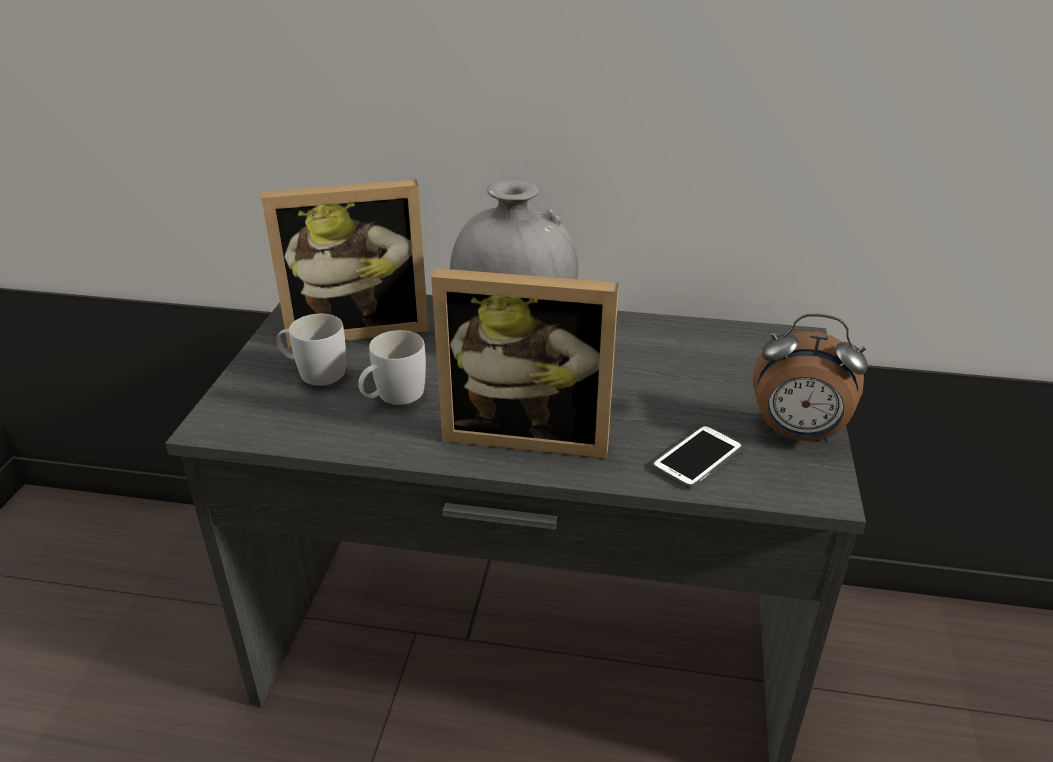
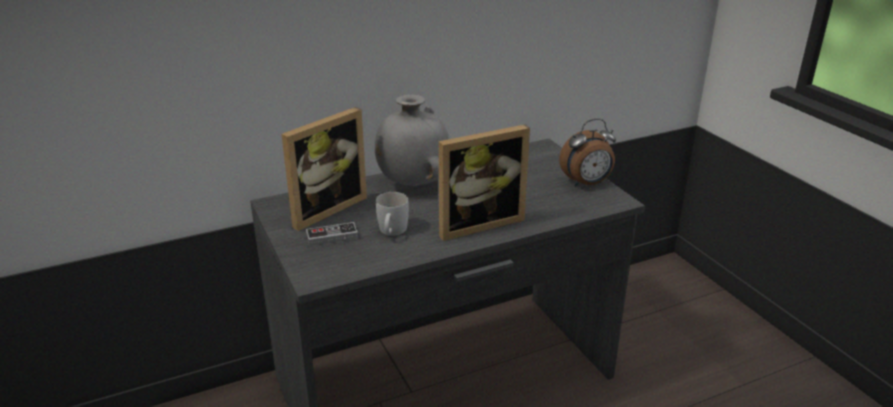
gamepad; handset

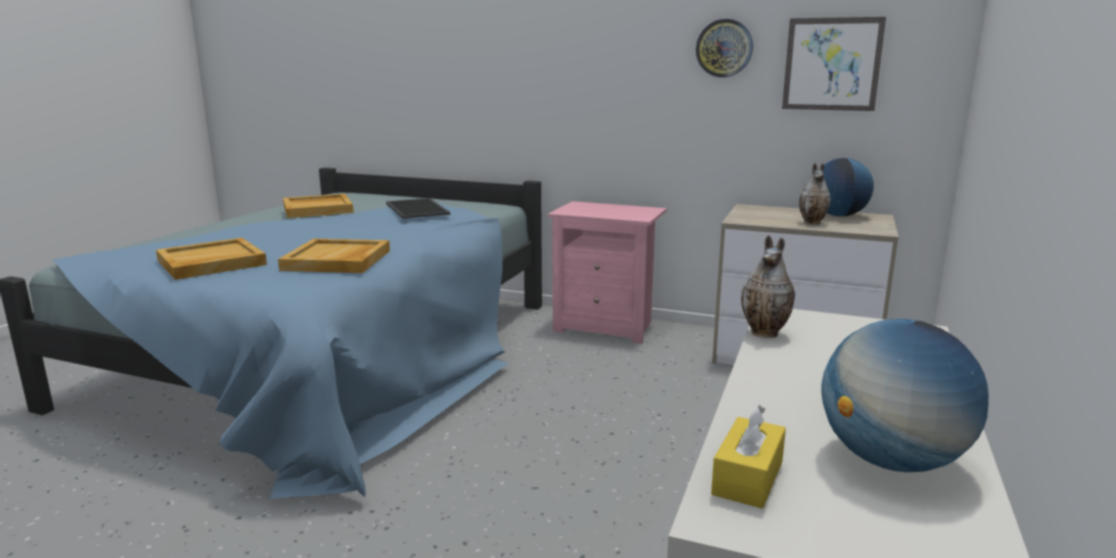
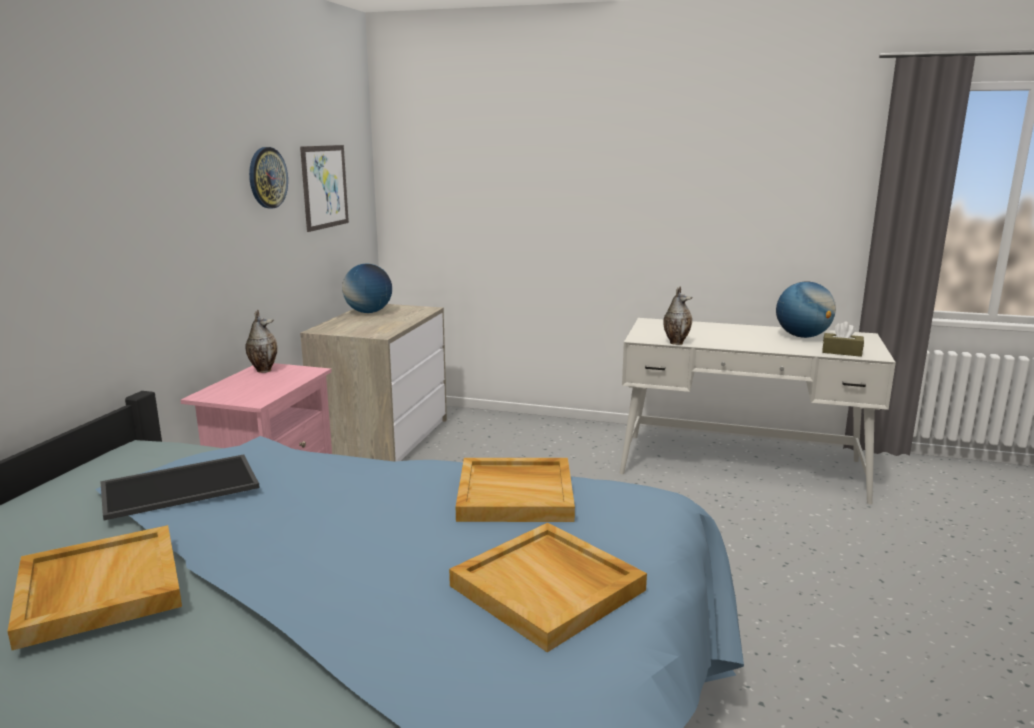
decorative vase (no. 1 from left); brown box of tissues

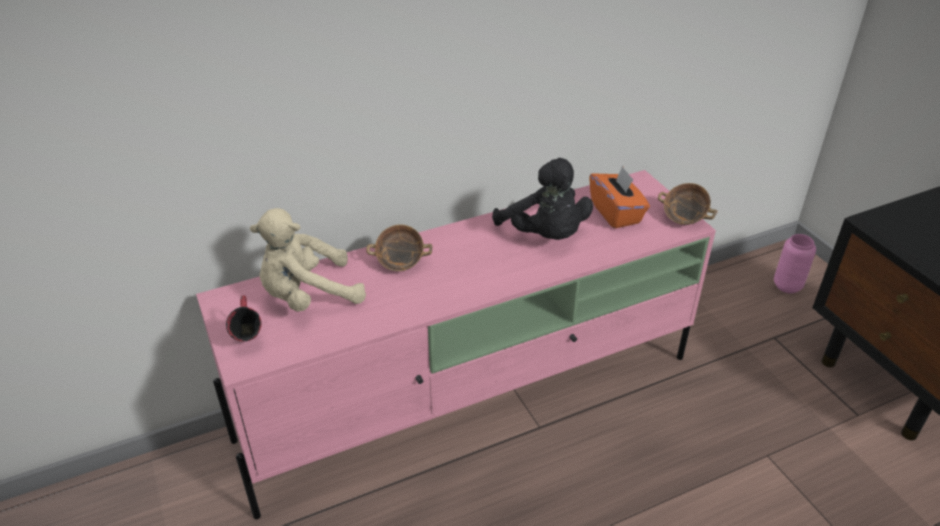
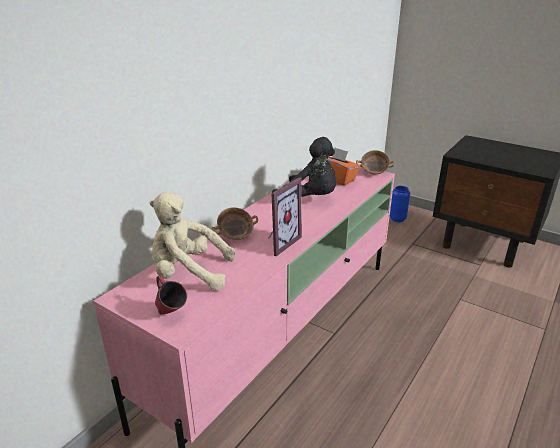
sand-coloured plush toy; blue decorative vase; standing frame

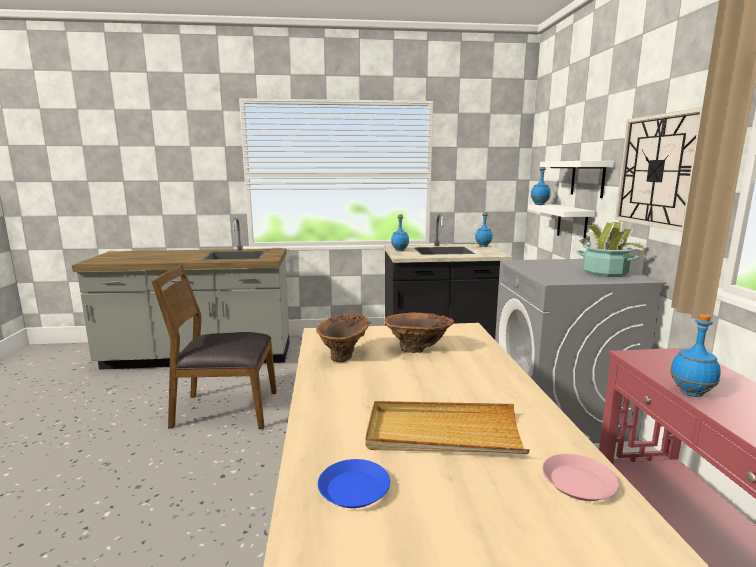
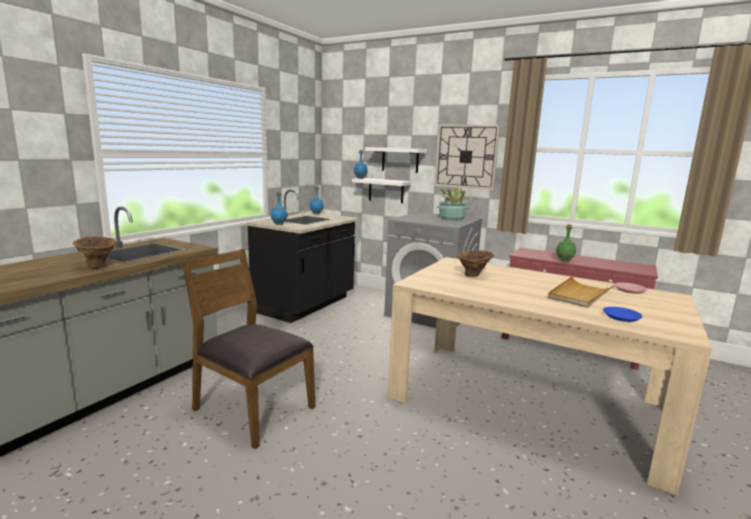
brown plain chair; brown decorative vase (no. 1 from left); greenish bottle

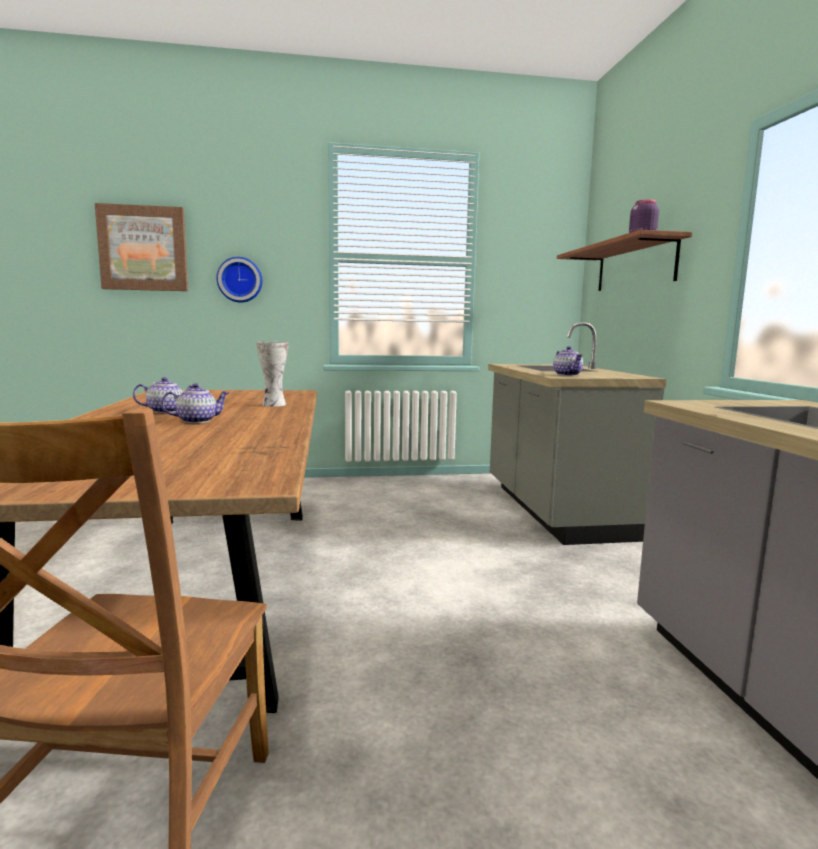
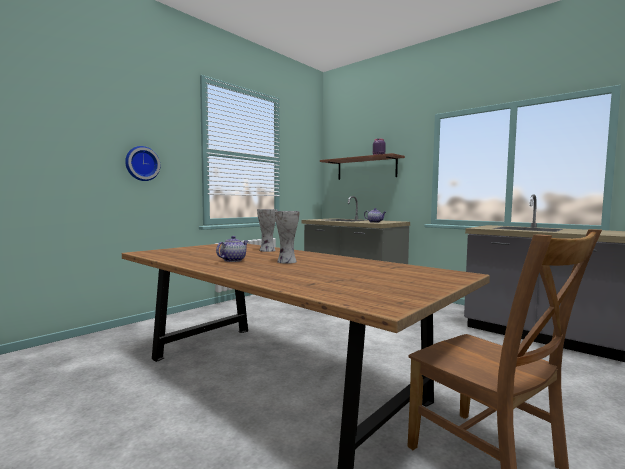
wall art; decorative vase (no. 2 from left)

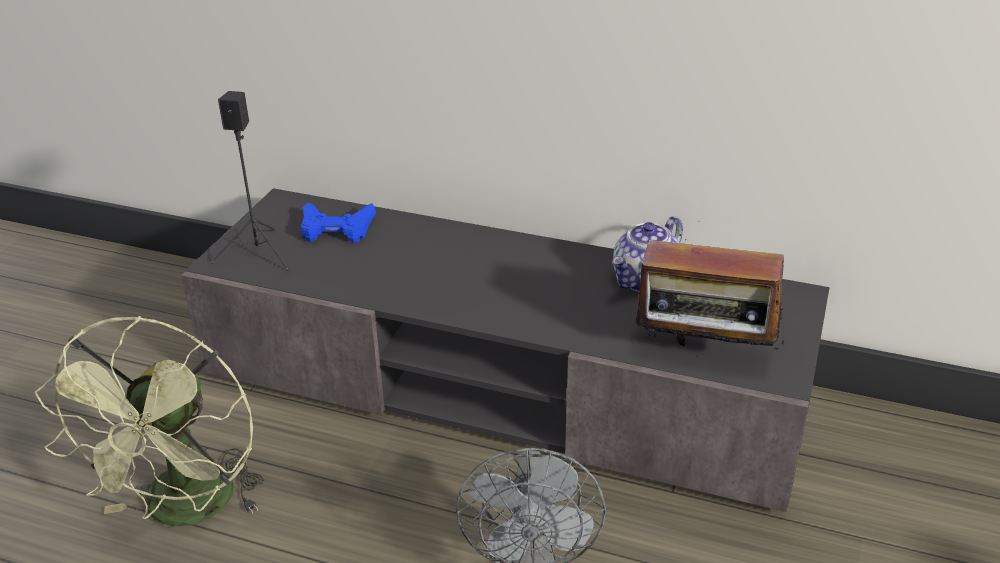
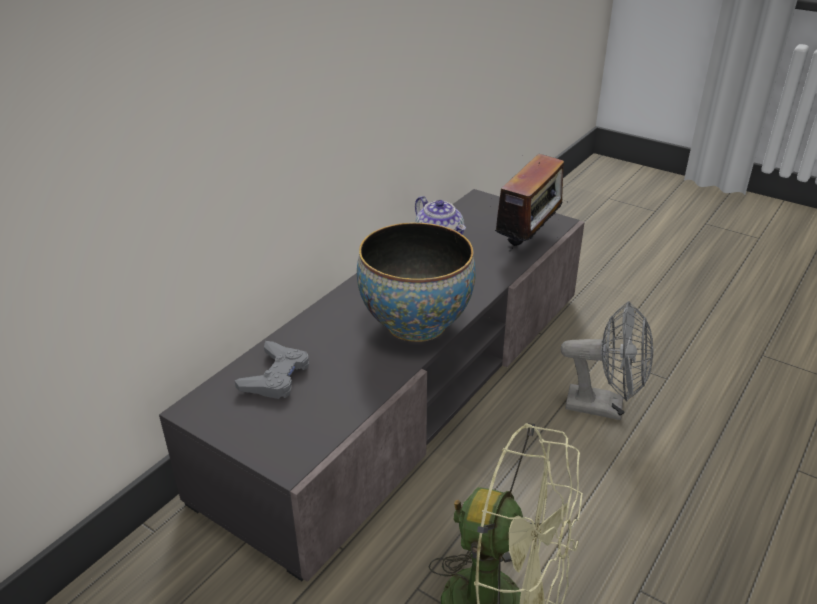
blackish loudspeaker; grey gamepad; serving bowl

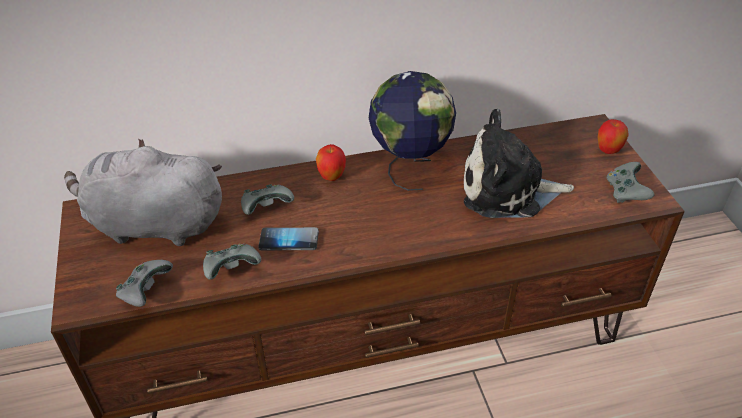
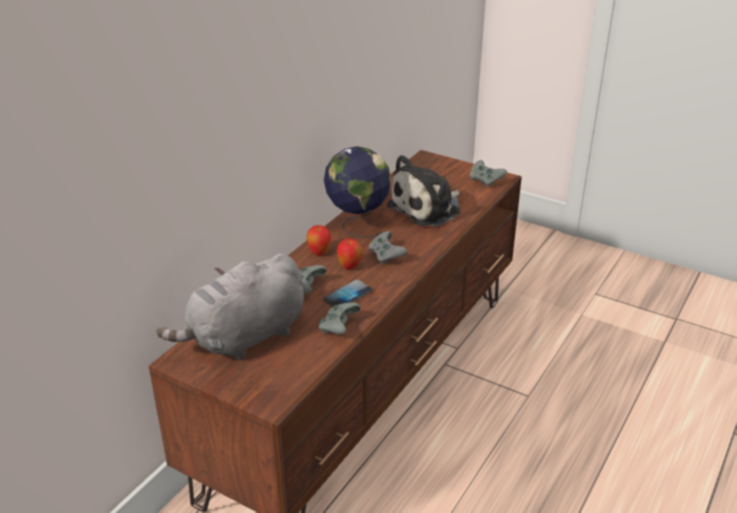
apple fruit (no. 2 from left); grey gamepad (no. 3 from left)

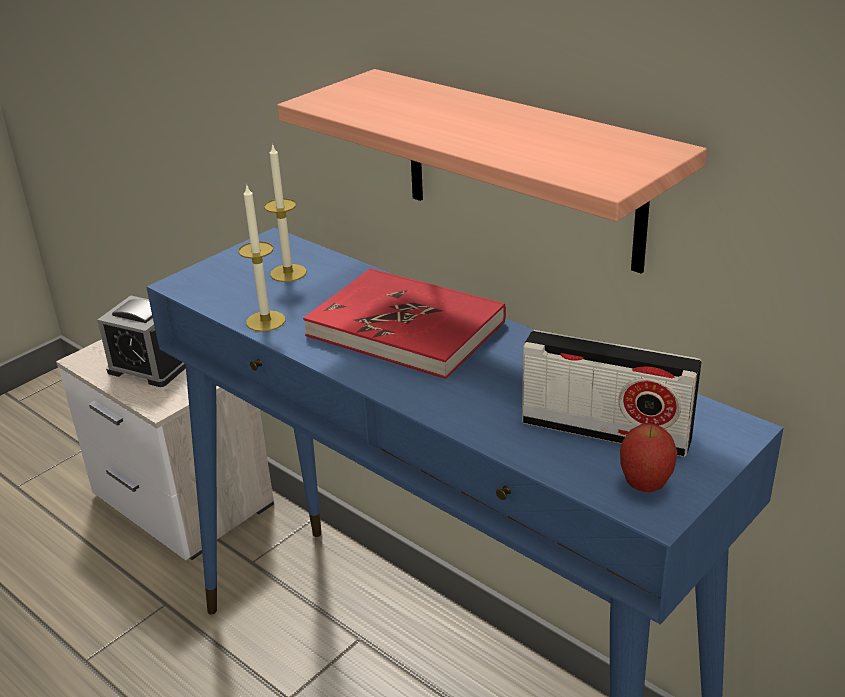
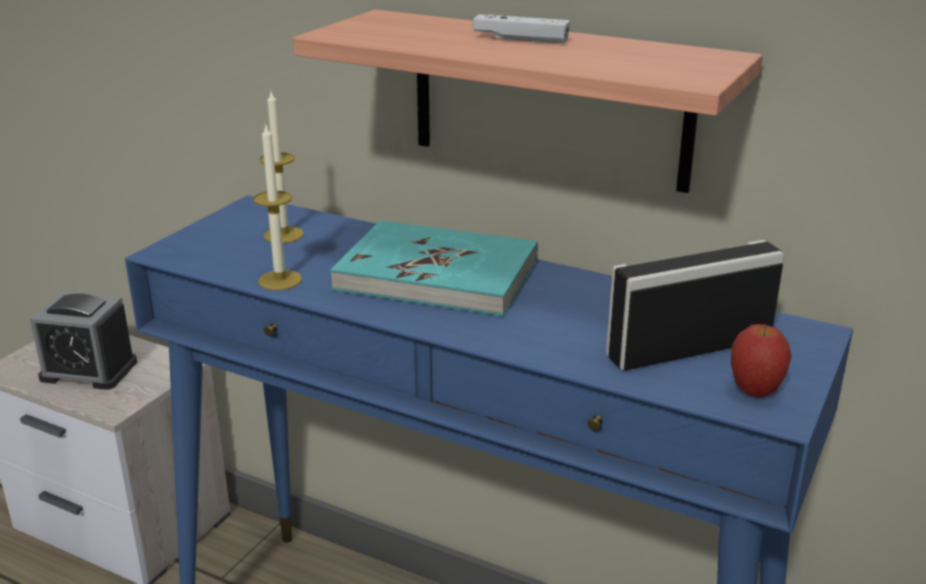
blue-green book; radio set; white gamepad

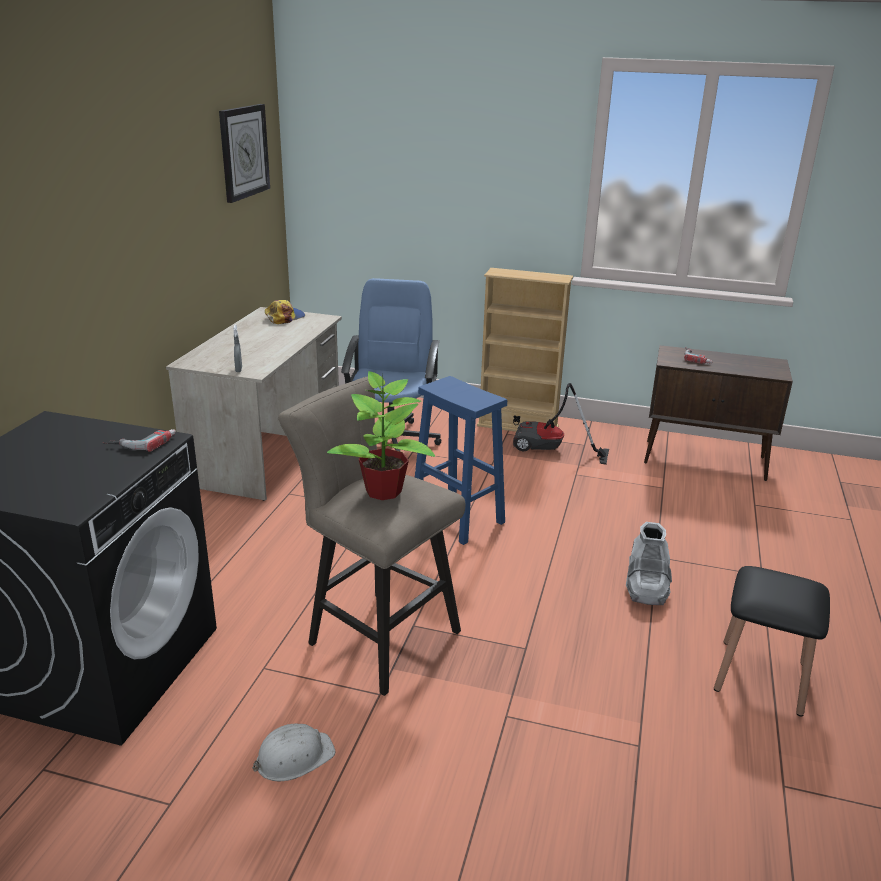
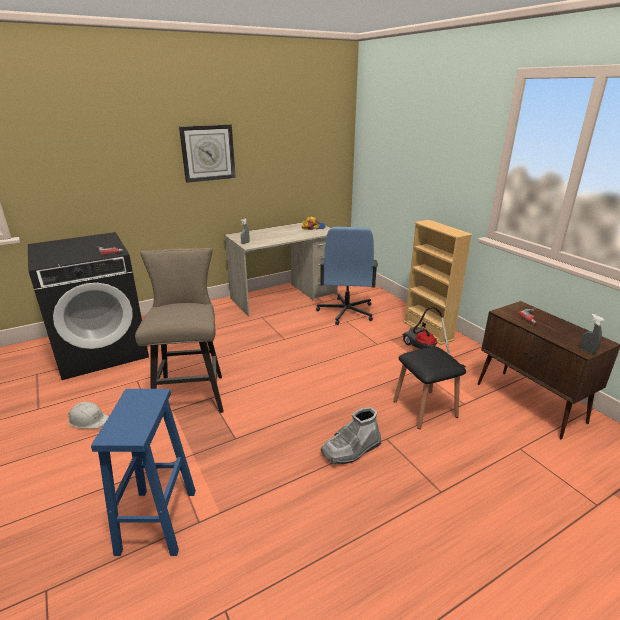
clock on the wall; blue computer chair; potted plant; blue stool seat; blackish stool seat; grey sprayer (no. 2 from left)

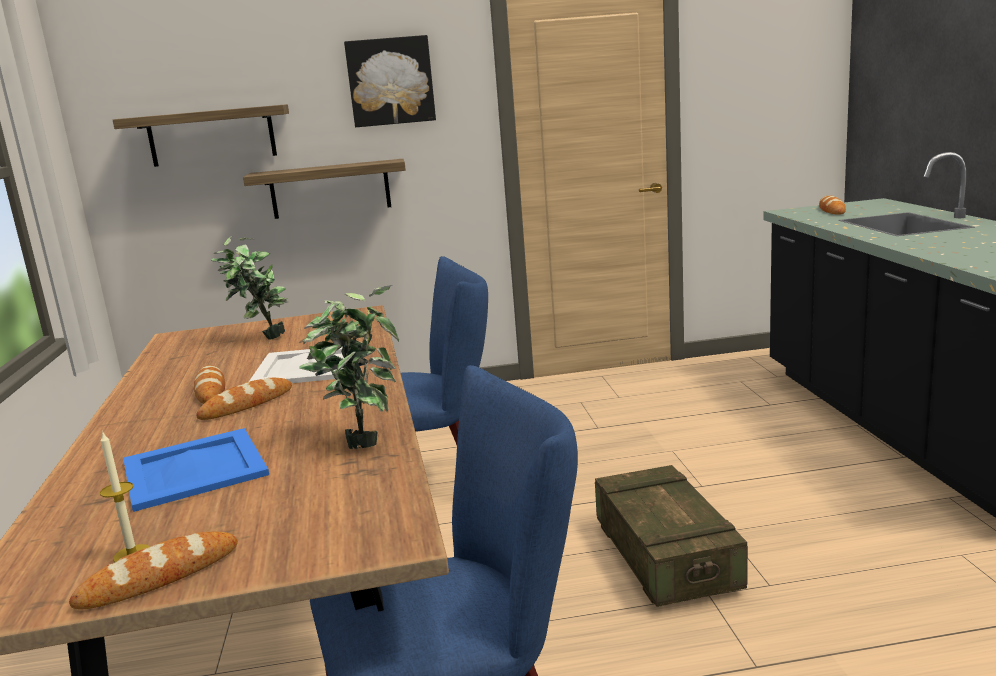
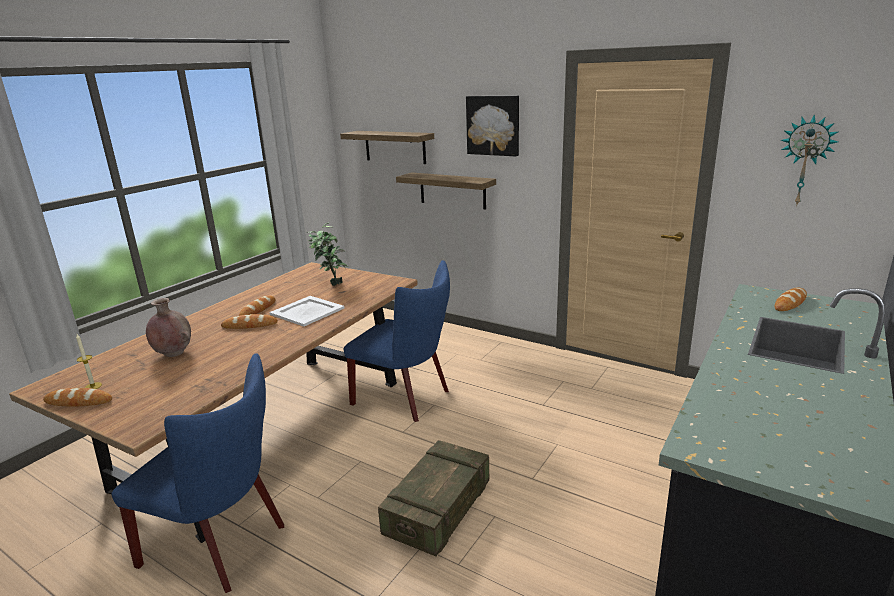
potted plant (no. 2 from left in the first image); brown decorative vase; clock on the wall

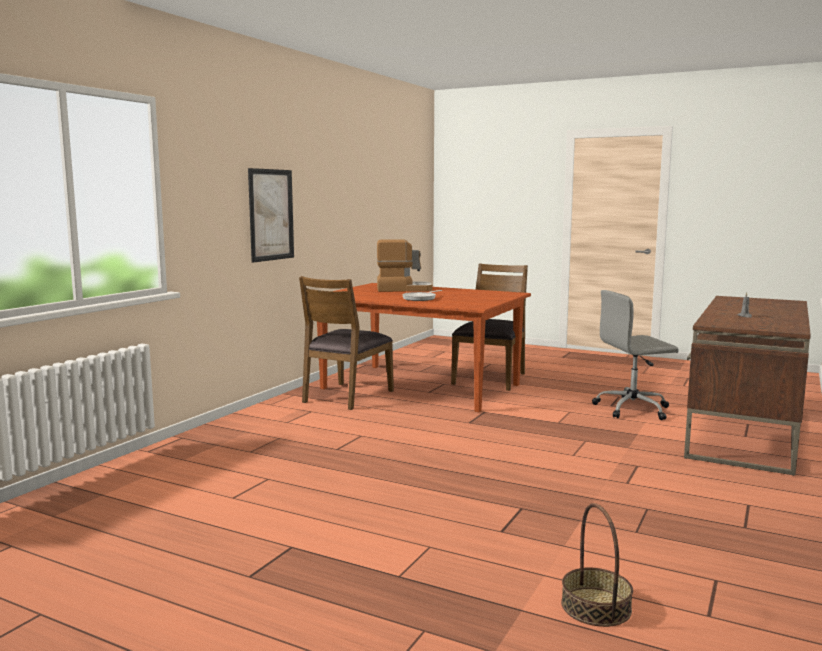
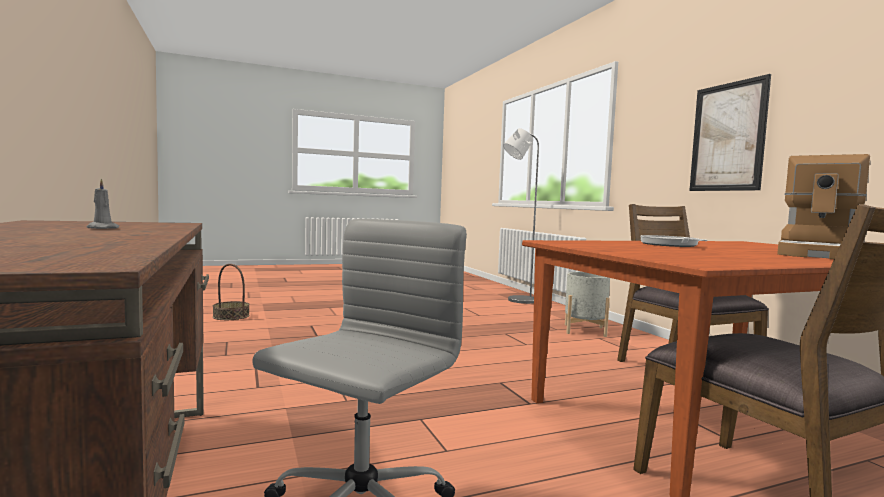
grey standard lamp; grey planter

